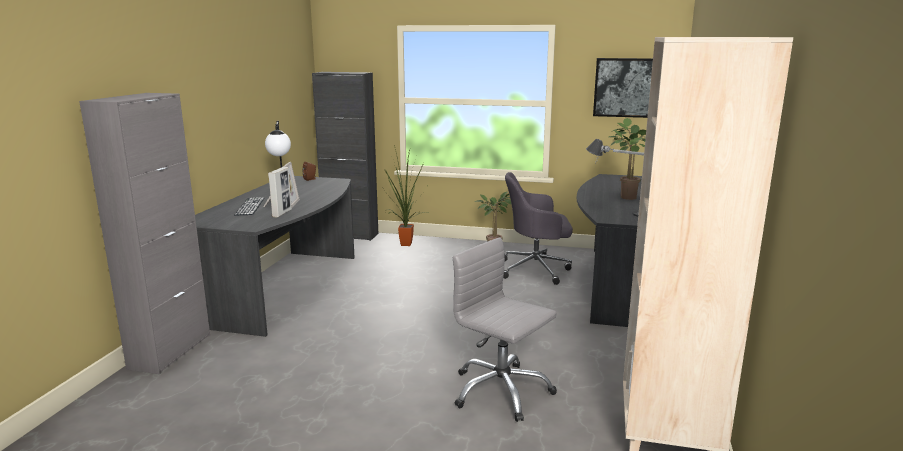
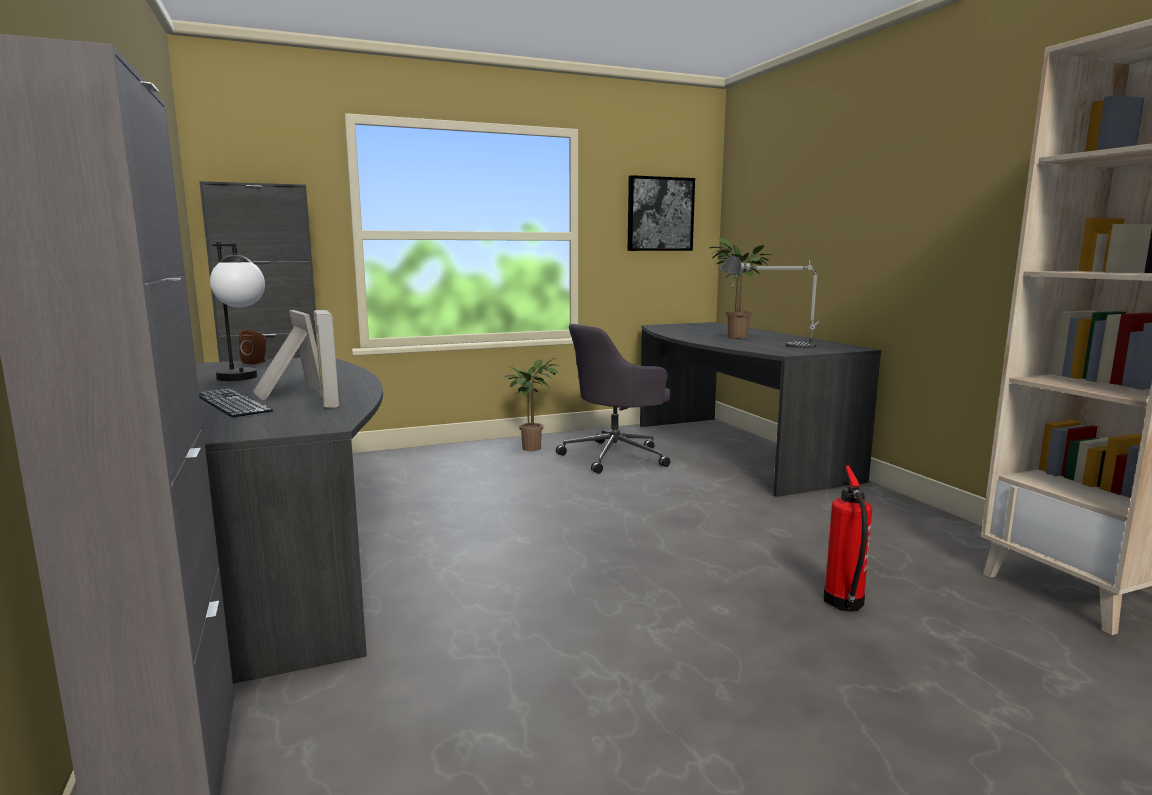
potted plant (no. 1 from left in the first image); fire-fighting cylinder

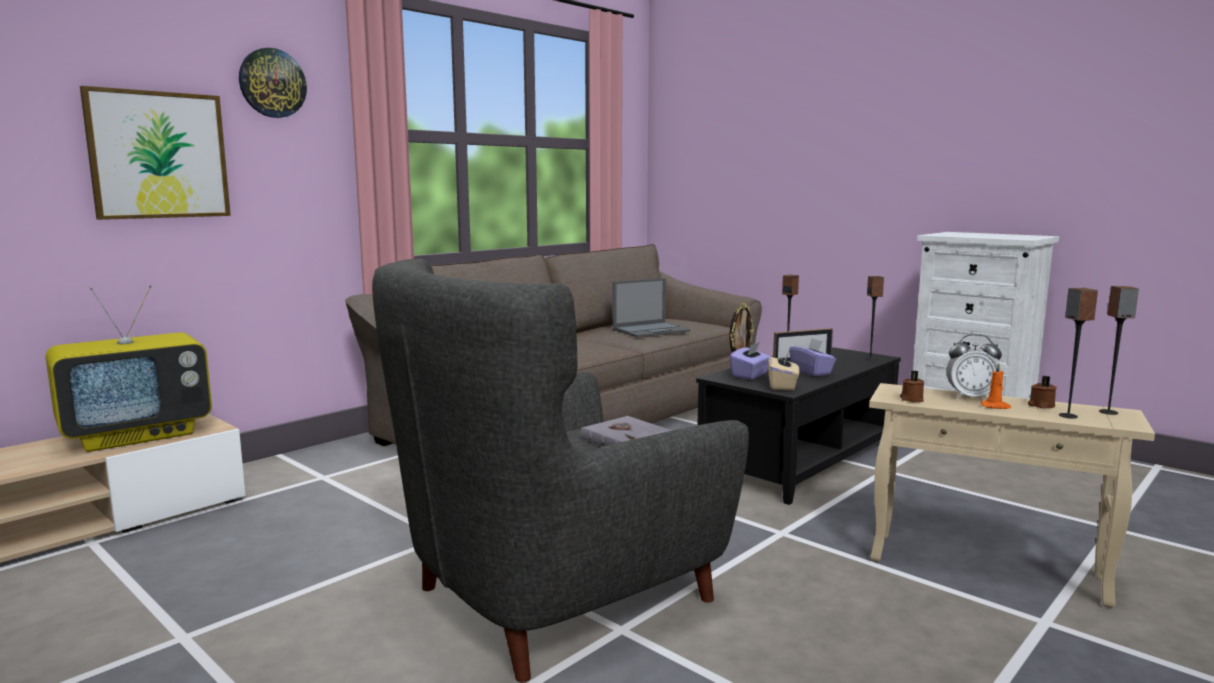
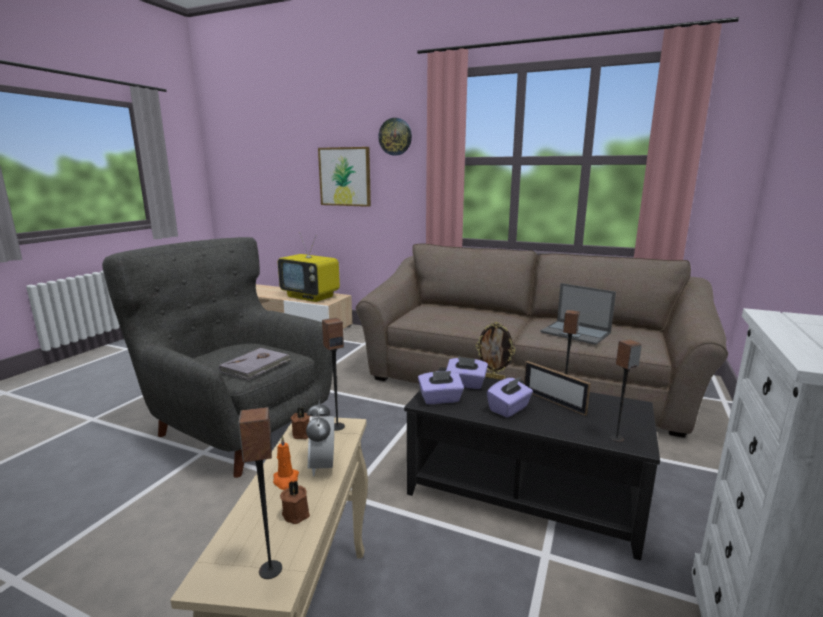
loudspeaker (no. 2 from left); purplish box of tissues (no. 1 from left)

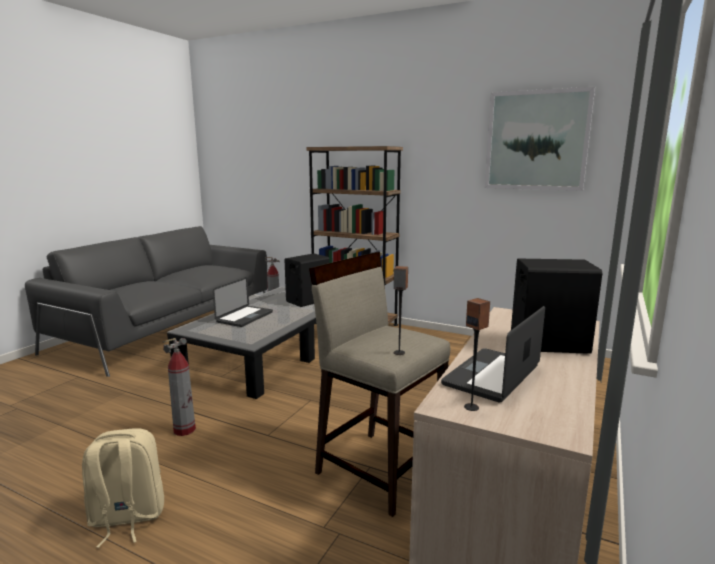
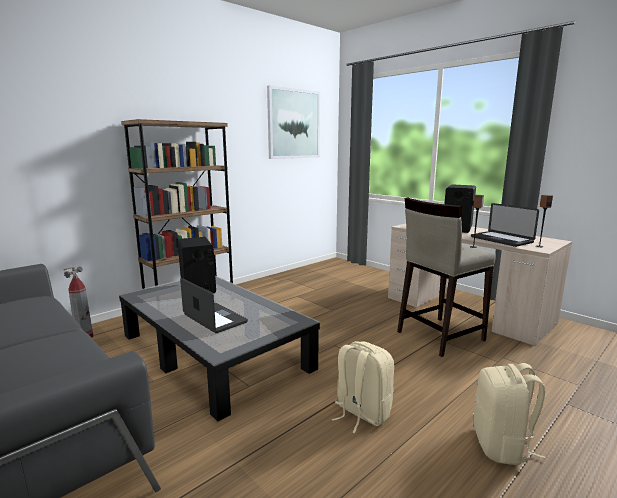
sand-coloured backpack (no. 1 from left)

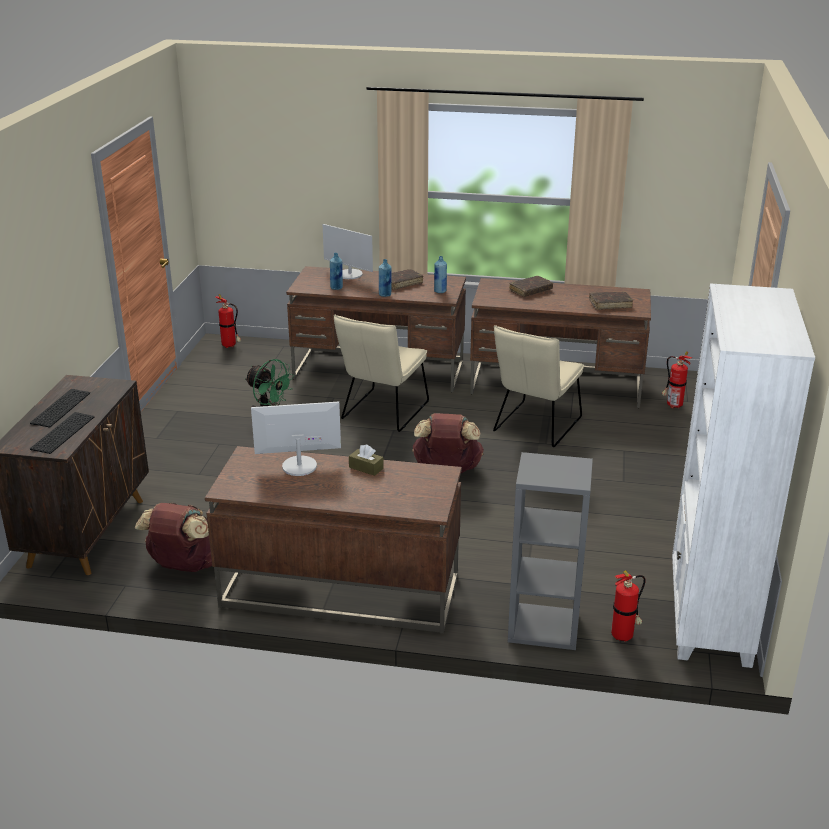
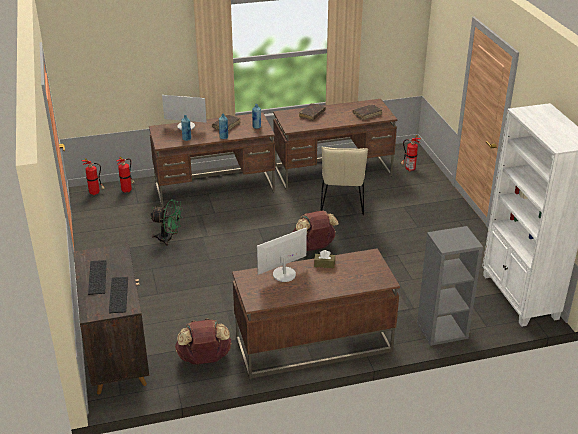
sand-coloured plain chair (no. 1 from left in the first image); fire-fighting cylinder (no. 2 from left)

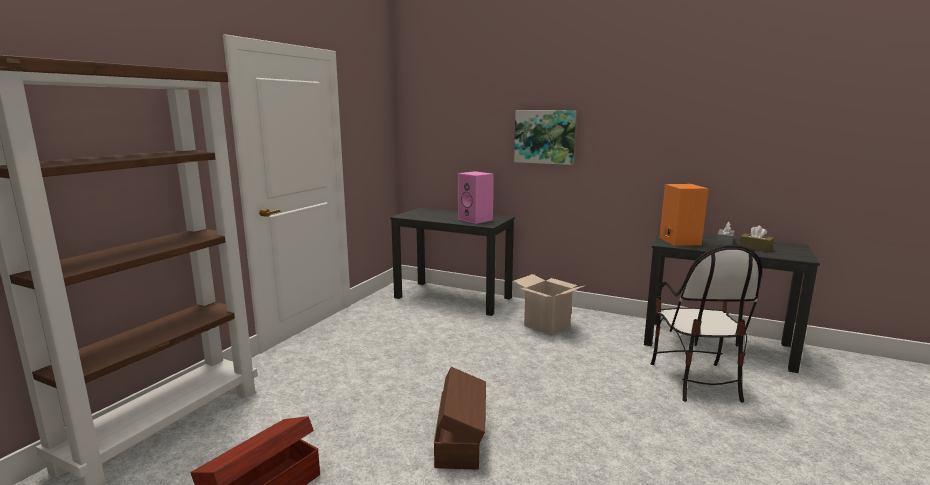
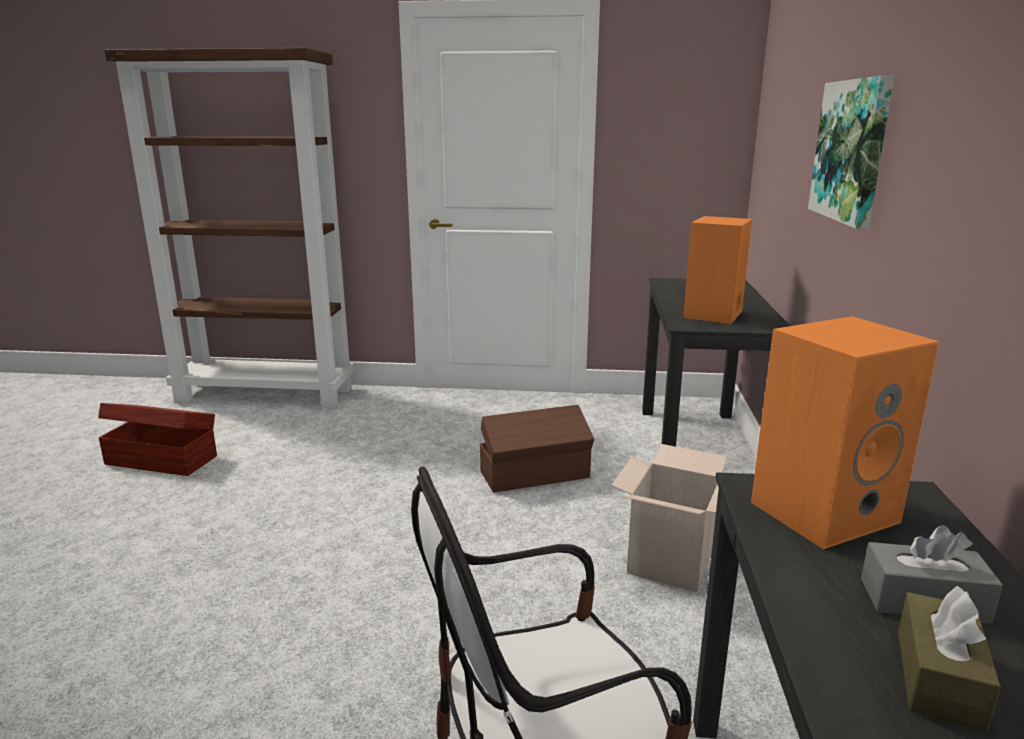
orange-coloured loudspeaker (no. 1 from left); brown storage bin (no. 2 from left)

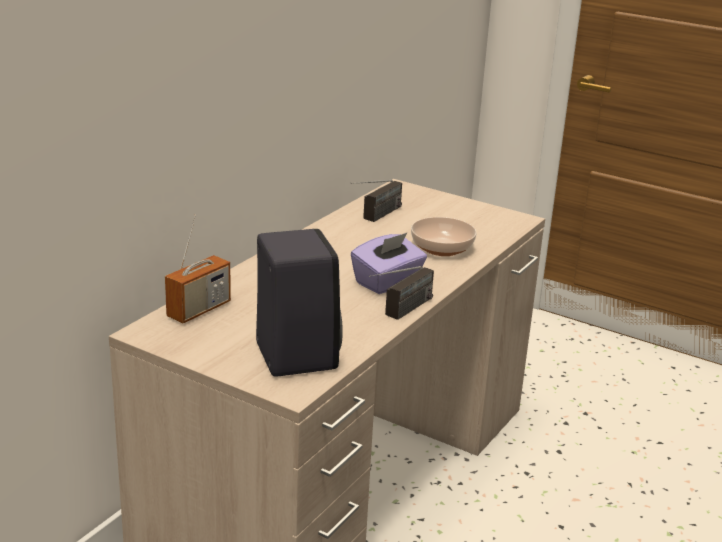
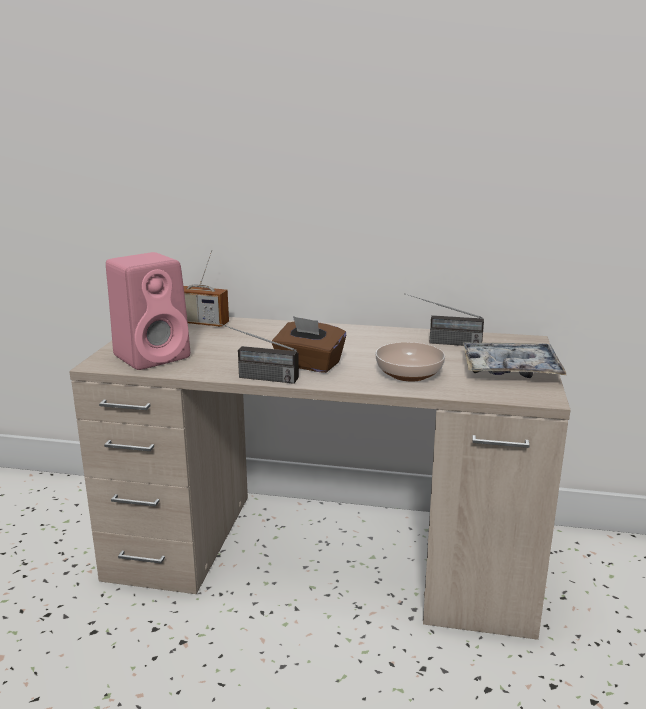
pinkish loudspeaker; brown box of tissues; serving tray

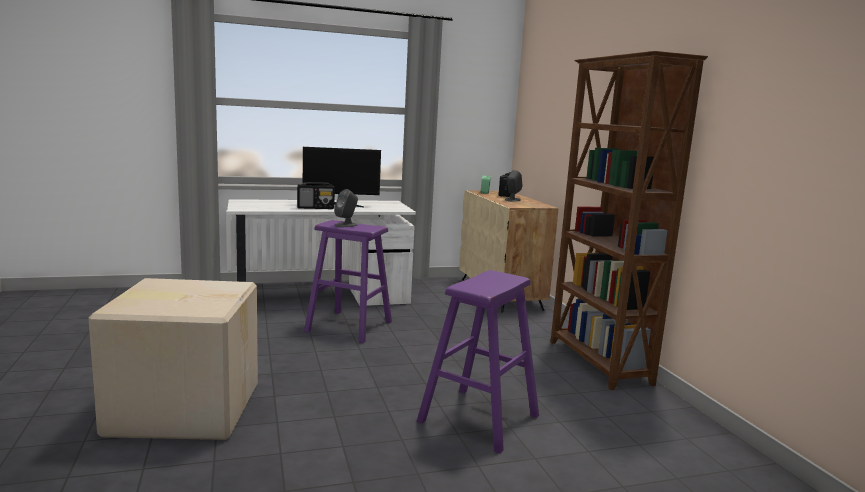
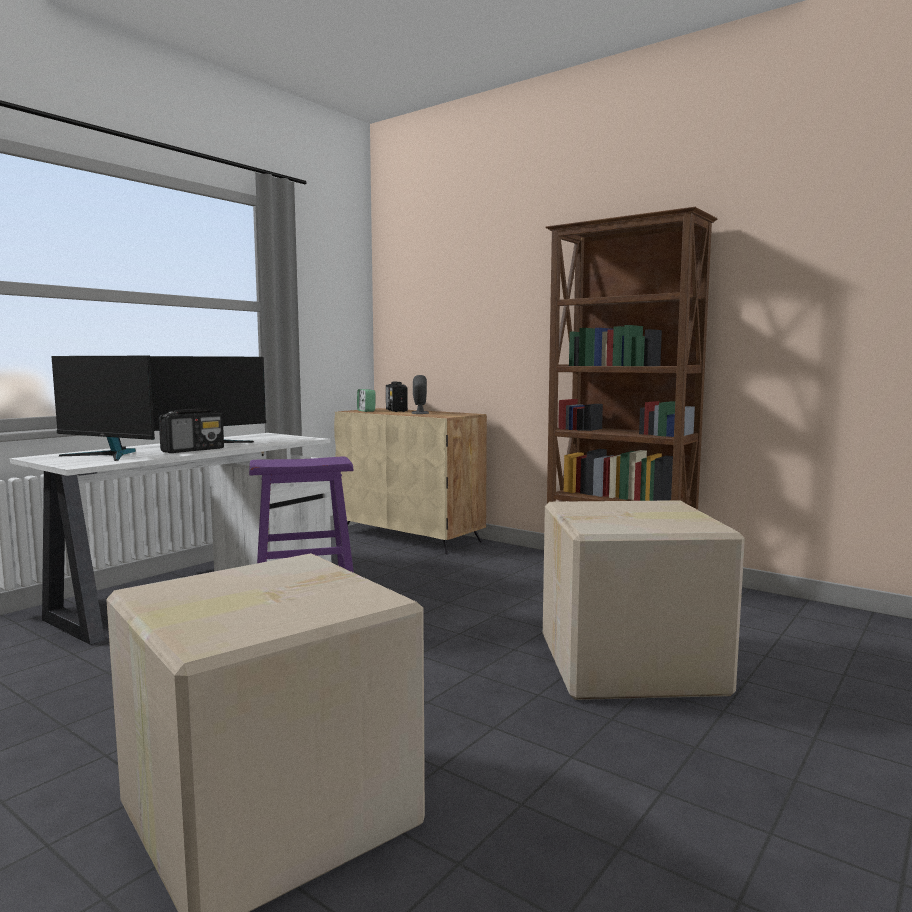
grey loudspeaker (no. 1 from left in the first image); carton (no. 2 from left); computer screen (no. 1 from left)

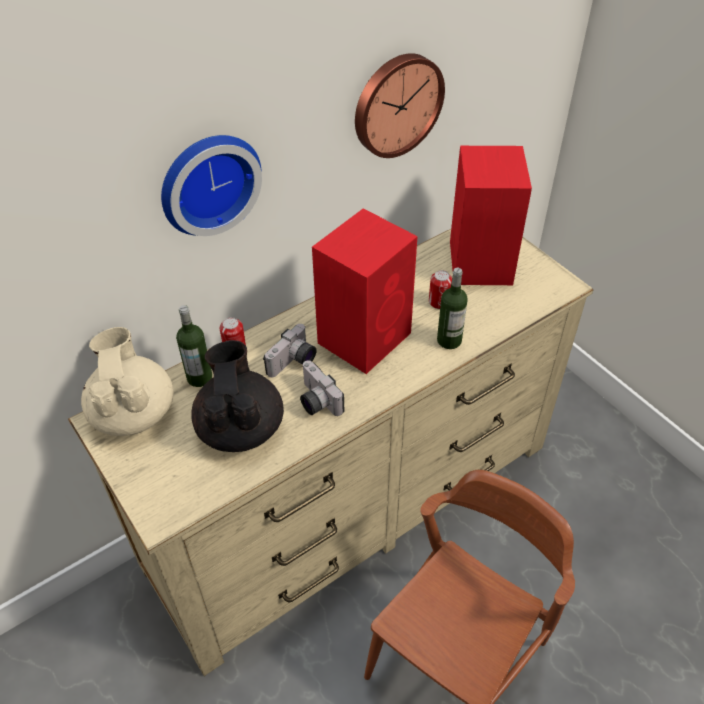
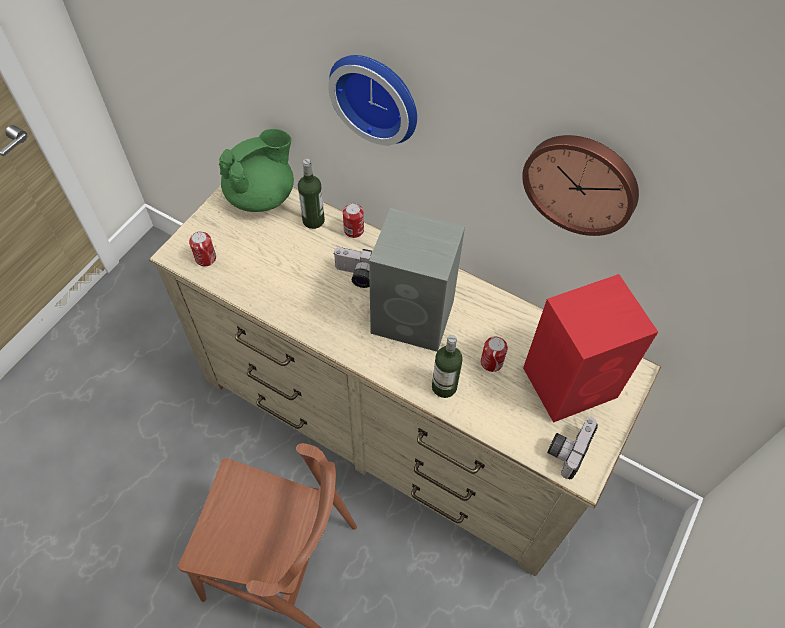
grey loudspeaker; greenish tea pot; blackish tea pot; photo camera (no. 2 from left); sealed can (no. 1 from left)

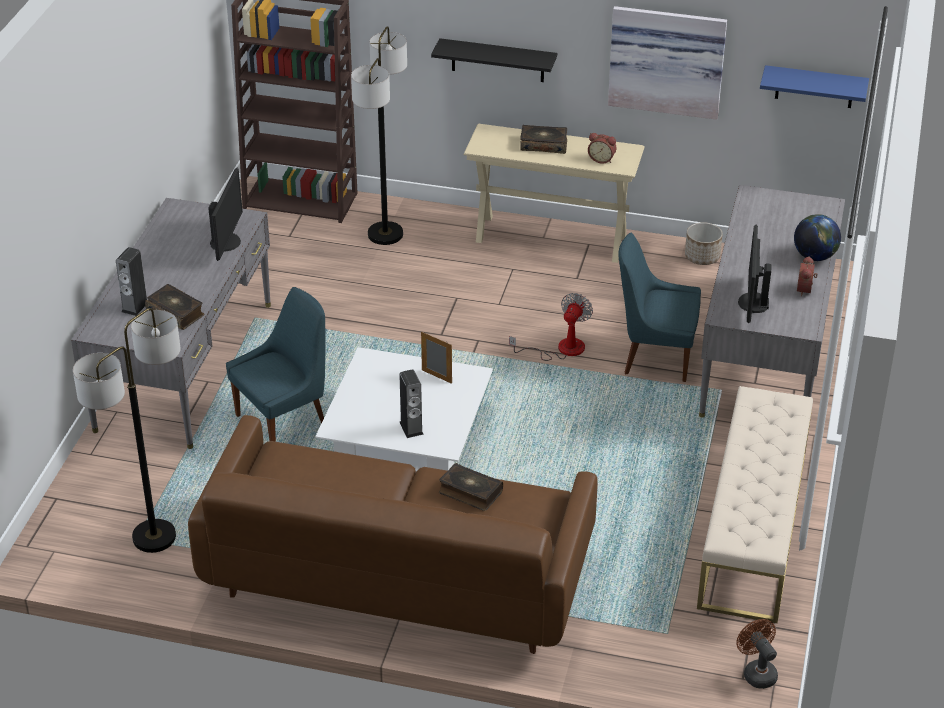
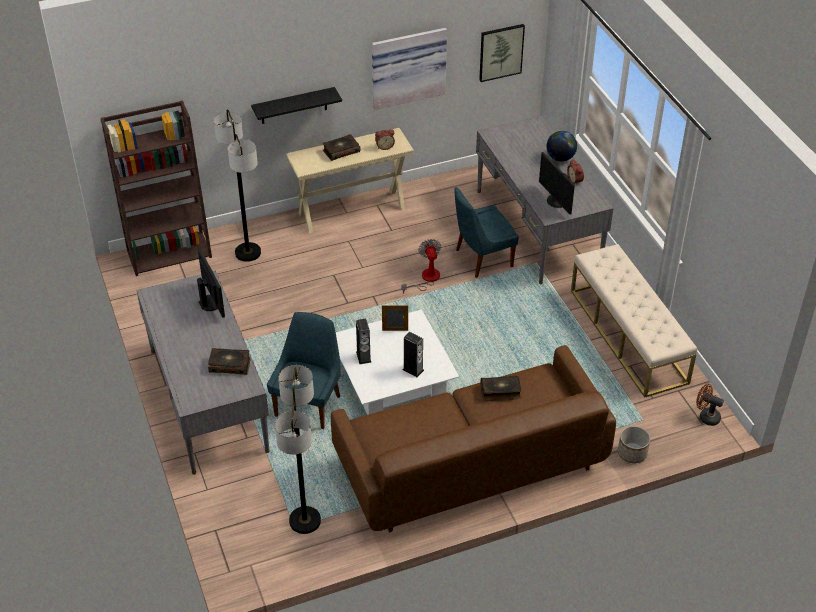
wall art (no. 2 from left); planter; loudspeaker (no. 1 from left)

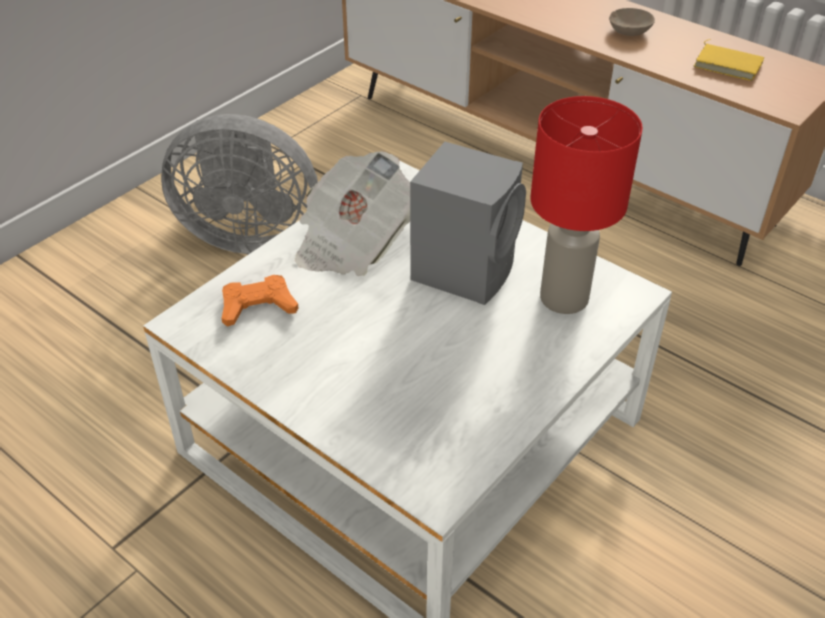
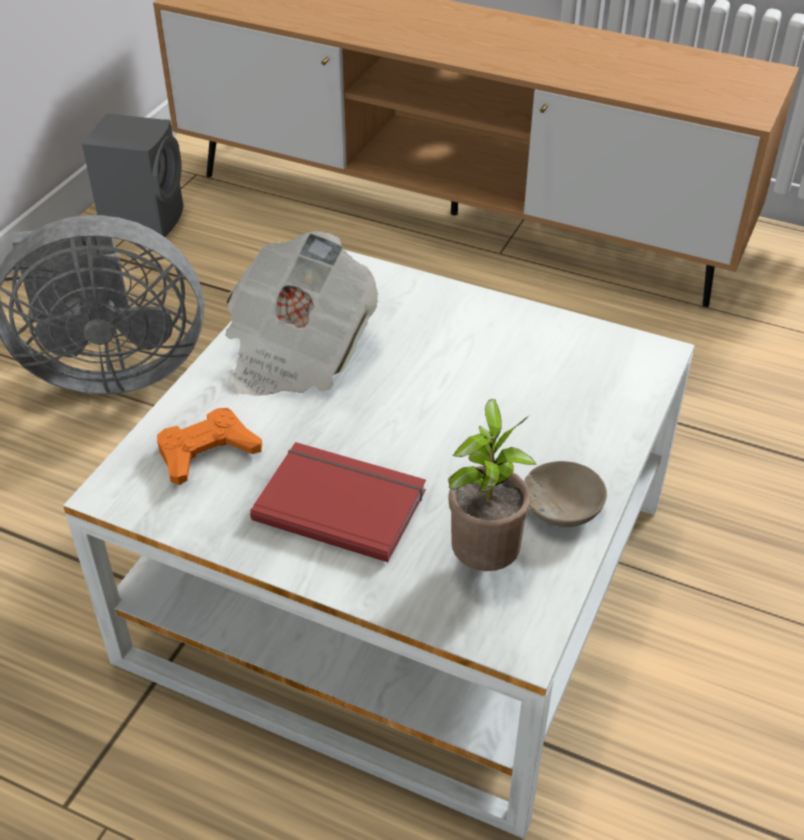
sand-coloured serving bowl; yellow book; red table lamp; grey loudspeaker; potted plant; red book

